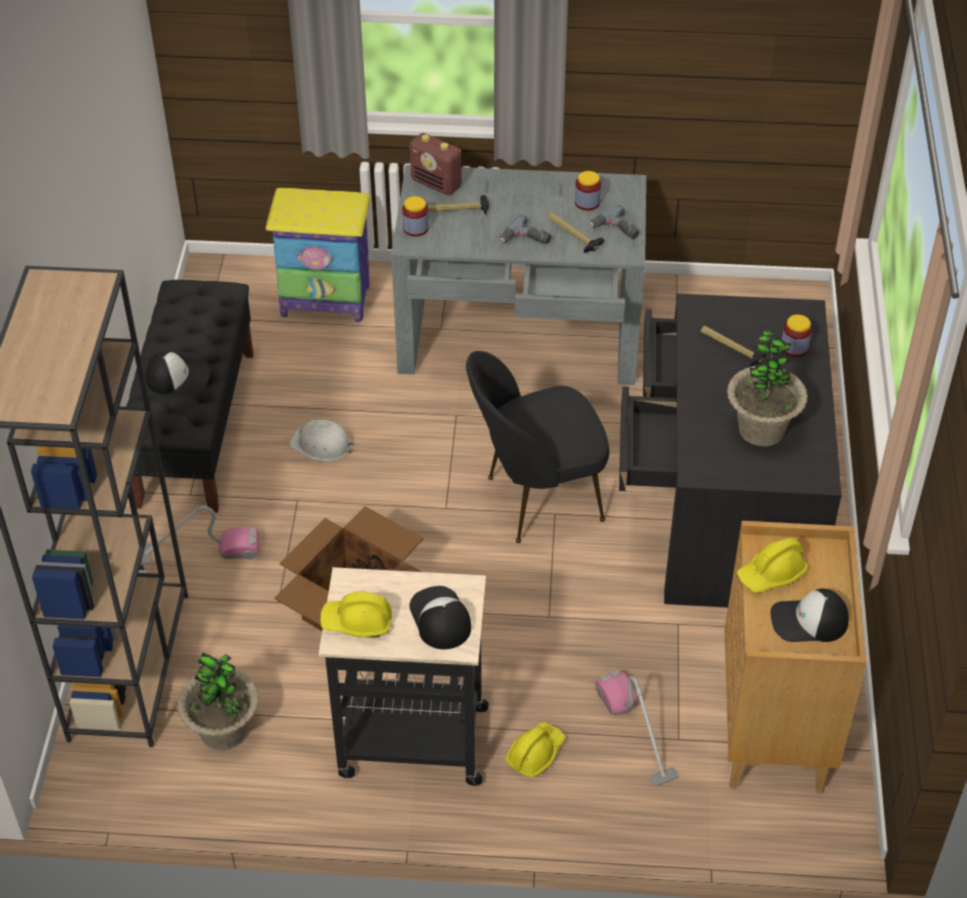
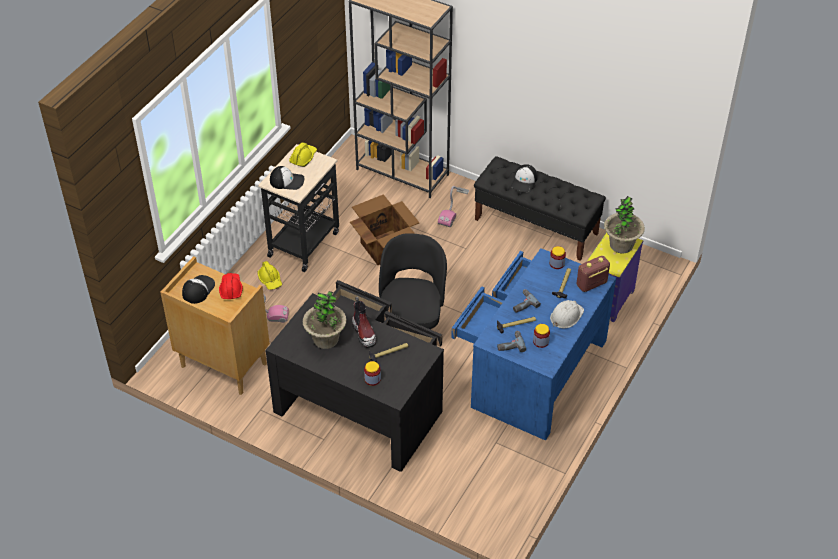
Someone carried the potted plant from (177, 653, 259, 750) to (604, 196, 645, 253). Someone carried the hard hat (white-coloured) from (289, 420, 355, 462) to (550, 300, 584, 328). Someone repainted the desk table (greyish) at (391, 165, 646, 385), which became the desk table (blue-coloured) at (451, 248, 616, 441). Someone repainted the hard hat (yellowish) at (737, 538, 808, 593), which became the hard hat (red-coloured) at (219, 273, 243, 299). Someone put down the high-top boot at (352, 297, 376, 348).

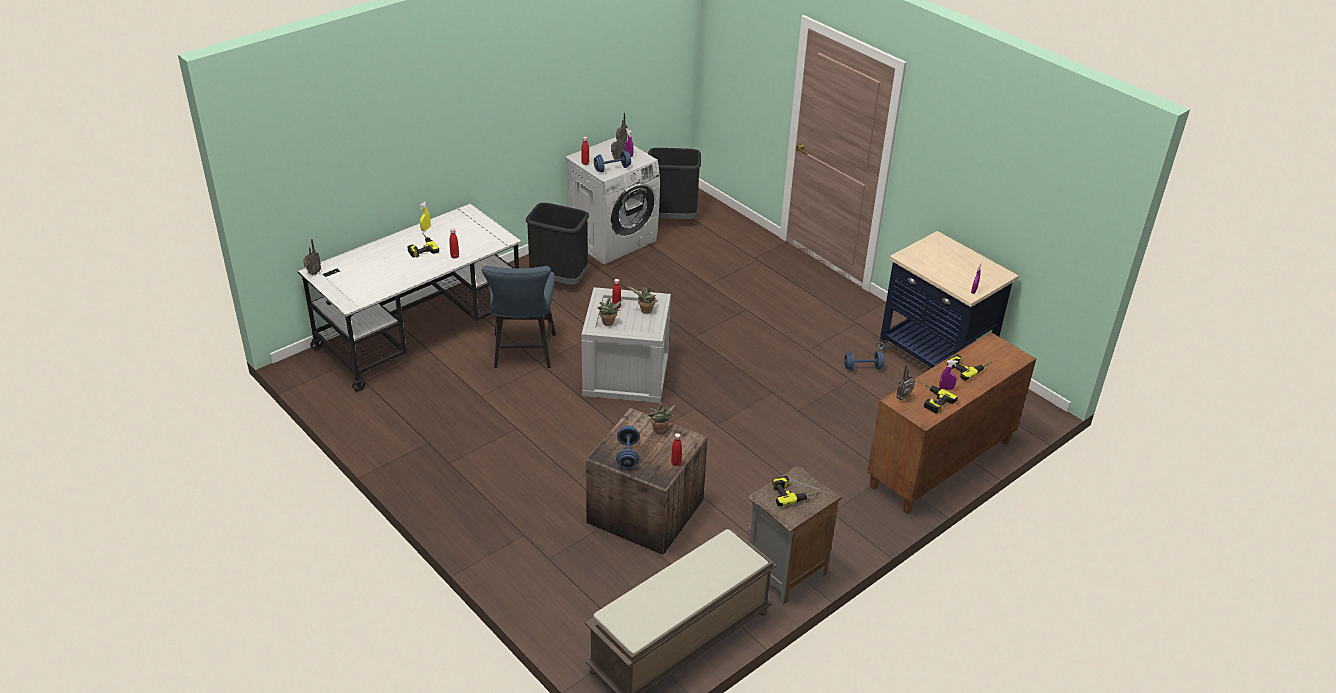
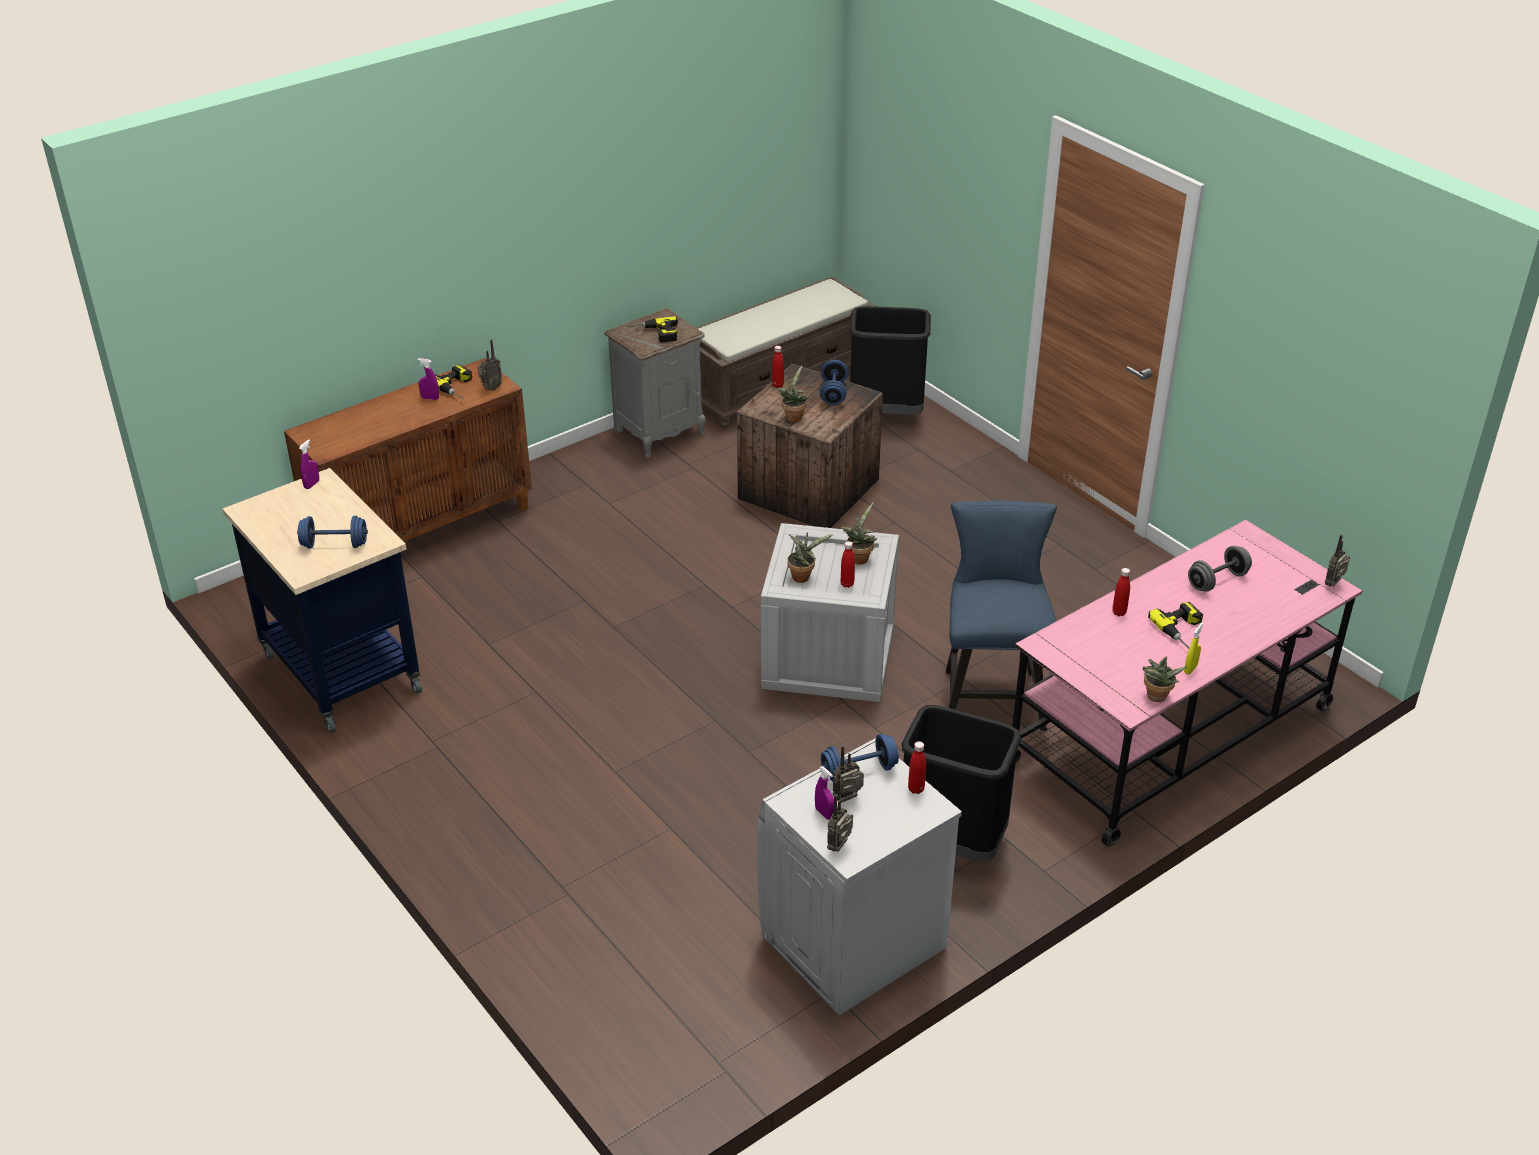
Someone repainted the desk table (white-coloured) at (298, 204, 521, 392), which became the desk table (pinkish) at (1012, 520, 1363, 847). Someone carried the trash can (black) from (648, 148, 701, 219) to (849, 306, 931, 414). Someone carried the dumbbell (blue-coloured) from (844, 351, 885, 371) to (297, 516, 368, 549). Someone took away the power drill at (947, 354, 992, 381). Someone put down the potted plant at (1143, 656, 1187, 702). Someone put down the dumbbell (greyish) at (1188, 546, 1252, 592).

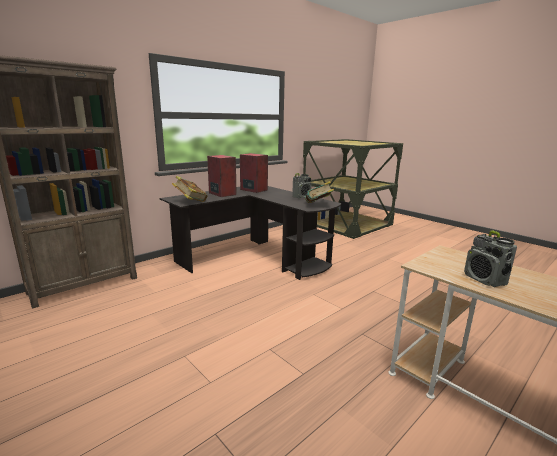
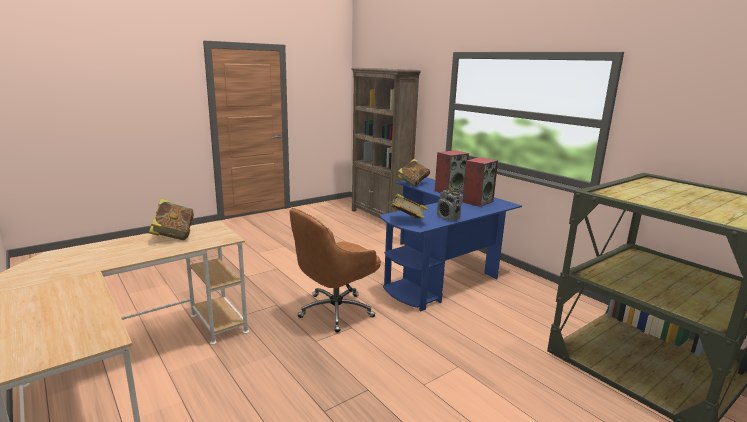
Someone repainted the desk table (black) at (160, 186, 342, 280), which became the desk table (blue-coloured) at (380, 177, 522, 311). Someone swapped the radio set at (464, 230, 517, 287) for the bound book at (149, 199, 194, 240). Someone put down the computer chair (brown) at (290, 208, 381, 333).

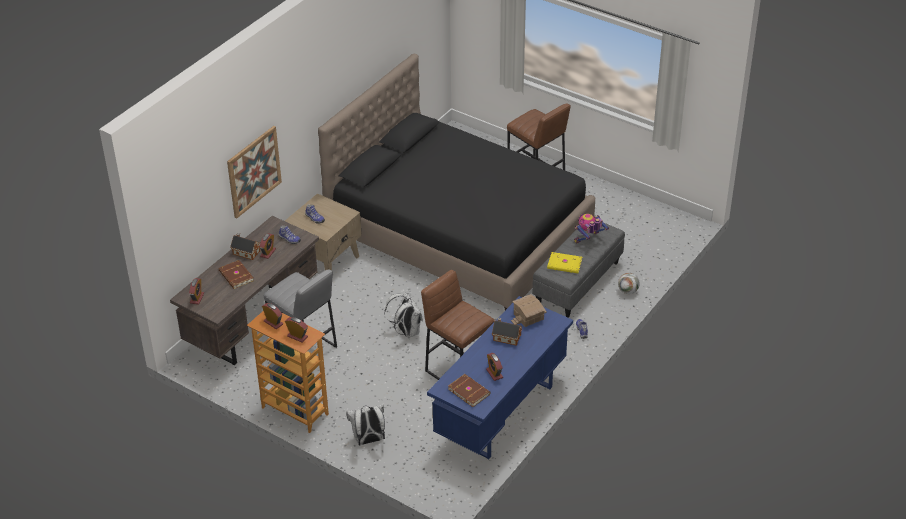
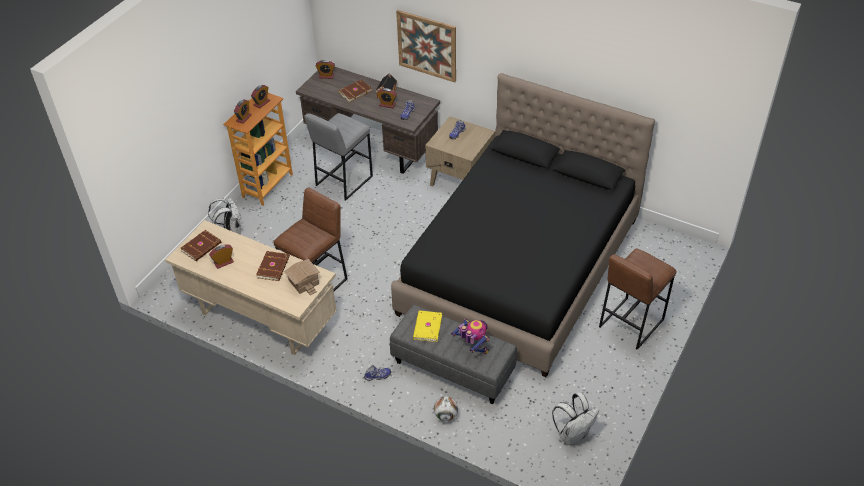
Someone carried the rucksack (white-coloured) from (384, 292, 423, 338) to (552, 392, 599, 445). Someone repainted the desk table (blue-coloured) at (427, 296, 573, 459), which became the desk table (sand-coloured) at (165, 220, 337, 355). Someone swapped the miniature house at (492, 318, 522, 346) for the bound book (brown) at (256, 251, 290, 281).

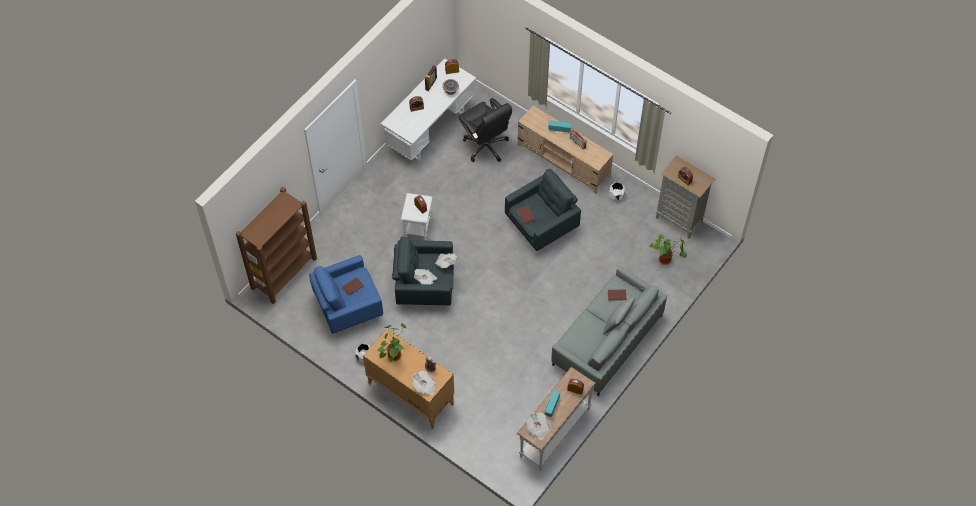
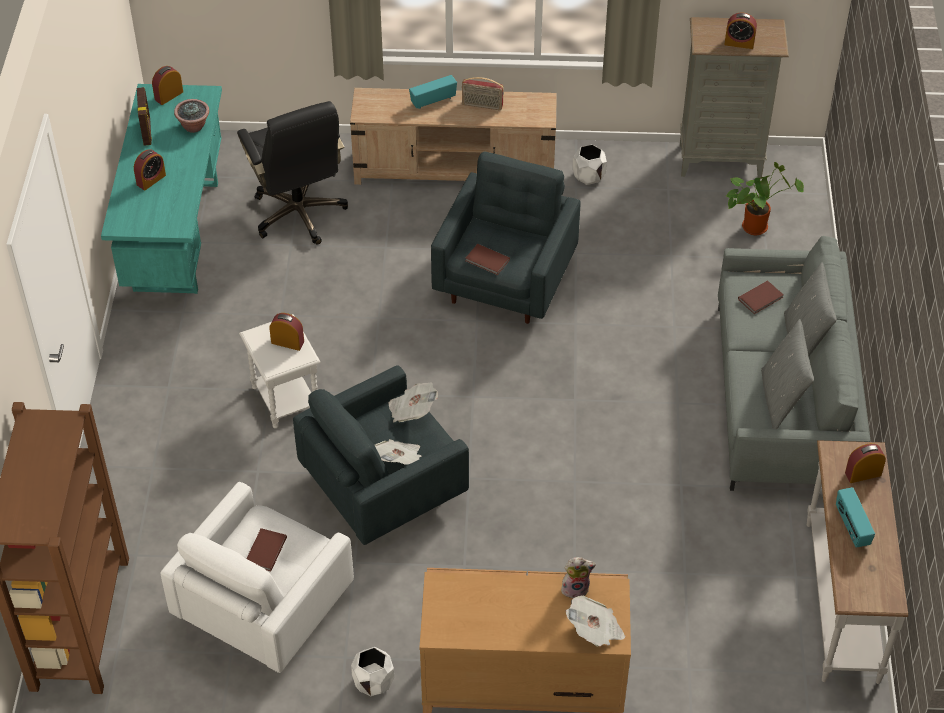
Someone repainted the easy chair (blue-coloured) at (309, 255, 383, 334), which became the easy chair (white-coloured) at (161, 482, 354, 673). Someone took away the potted plant at (377, 323, 406, 363). Someone repainted the desk table (white-coloured) at (381, 58, 476, 161), which became the desk table (turquoise-coloured) at (101, 84, 222, 294). Someone rotated the computer chair (black) at (459, 98, 512, 162) by 45 degrees clockwise. Someone took away the newspaper at (527, 412, 550, 440). Someone put down the pillow (greyish) at (761, 319, 814, 429).

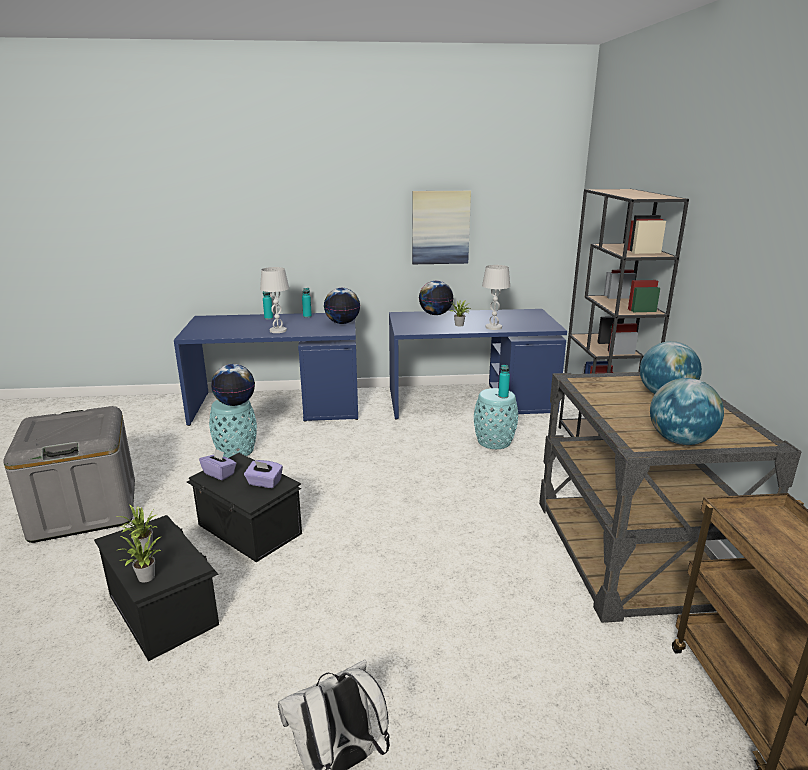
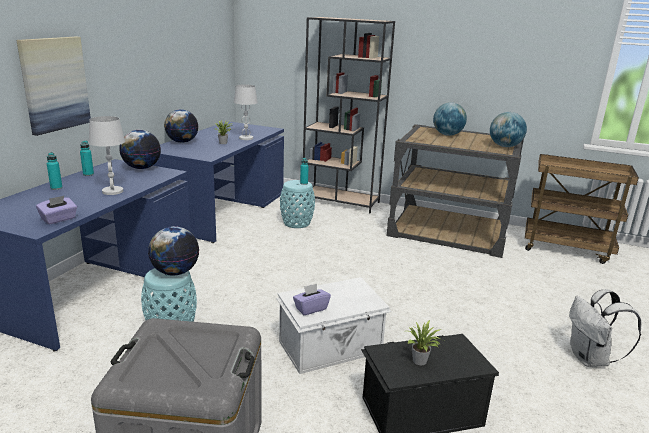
Someone took away the potted plant at (118, 533, 162, 582). Someone repainted the storage container (black) at (187, 453, 302, 562), which became the storage container (white-coloured) at (276, 277, 392, 374). Someone carried the box of tissues (purple) from (244, 460, 283, 488) to (36, 196, 77, 225). Someone carried the wall picture from (412, 191, 471, 264) to (17, 37, 91, 136).

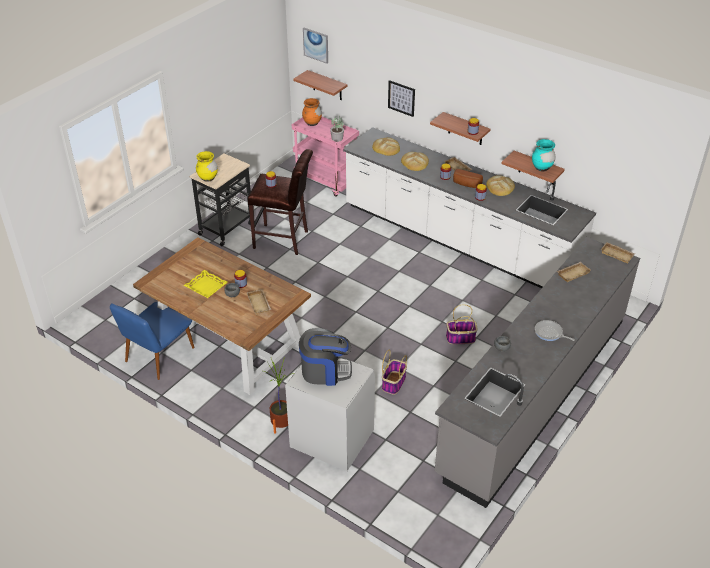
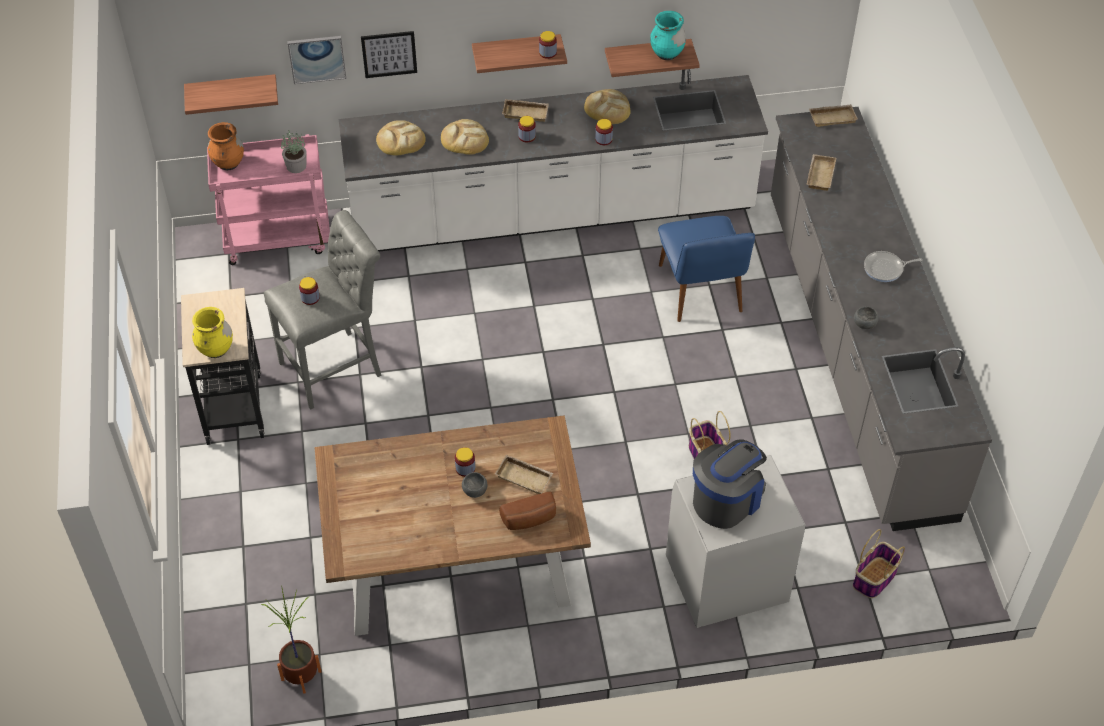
Someone carried the chair (blue-coloured) from (110, 302, 195, 380) to (658, 216, 755, 322). Someone took away the tray (yellowish) at (184, 270, 228, 298). Someone repainted the stool seat (brown) at (248, 149, 313, 255), which became the stool seat (greyish) at (264, 210, 382, 410). Someone carried the potted plant from (263, 359, 293, 434) to (261, 589, 322, 694). Someone carried the wall picture from (303, 28, 328, 64) to (287, 36, 346, 84). Someone carried the household basket from (446, 304, 478, 344) to (853, 529, 905, 598). Someone carried the baked bread from (453, 169, 483, 188) to (499, 492, 556, 530).

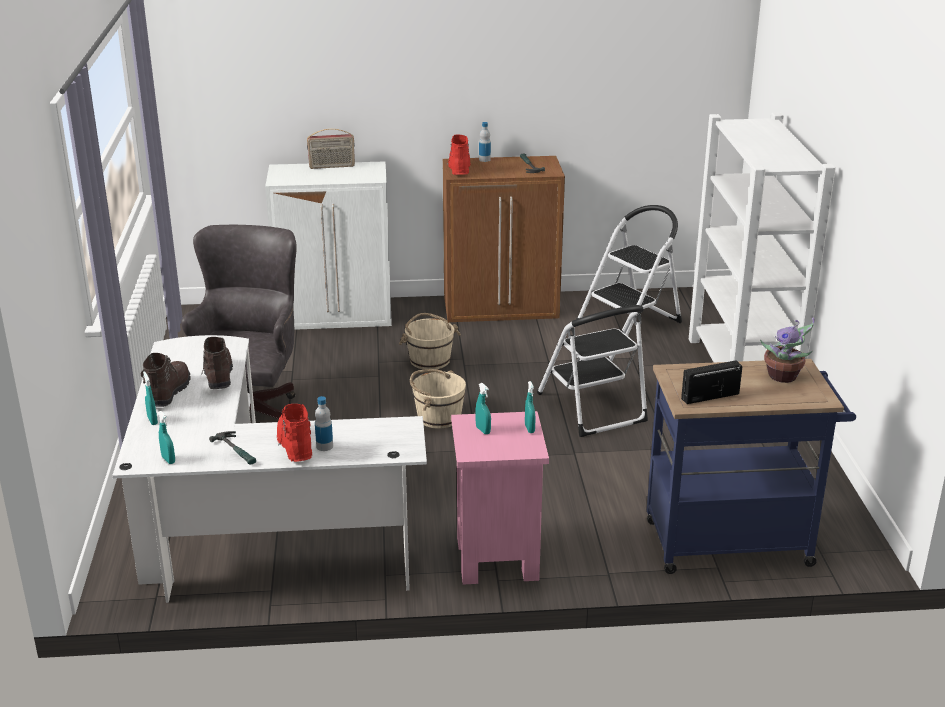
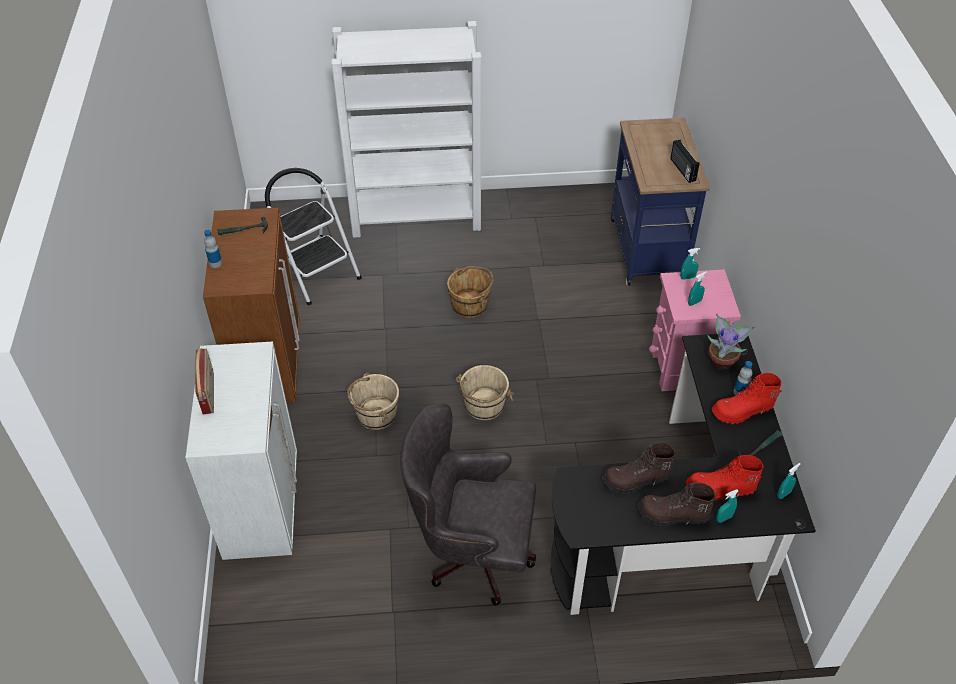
Someone repainted the desk table (white-coloured) at (112, 335, 427, 603), which became the desk table (black) at (551, 334, 816, 615). Someone carried the high-top boot (red-coloured) from (447, 135, 471, 175) to (686, 455, 764, 501). Someone swapped the step ladder at (537, 305, 648, 437) for the pail (brown) at (447, 266, 494, 318). Someone carried the potted plant from (760, 318, 815, 383) to (707, 313, 755, 370).

